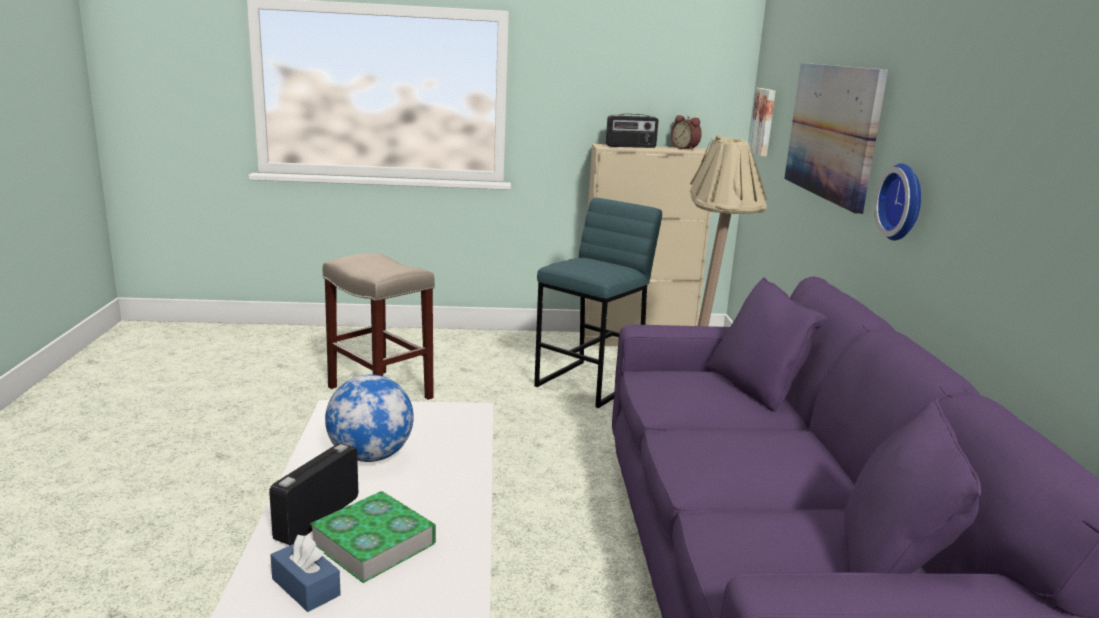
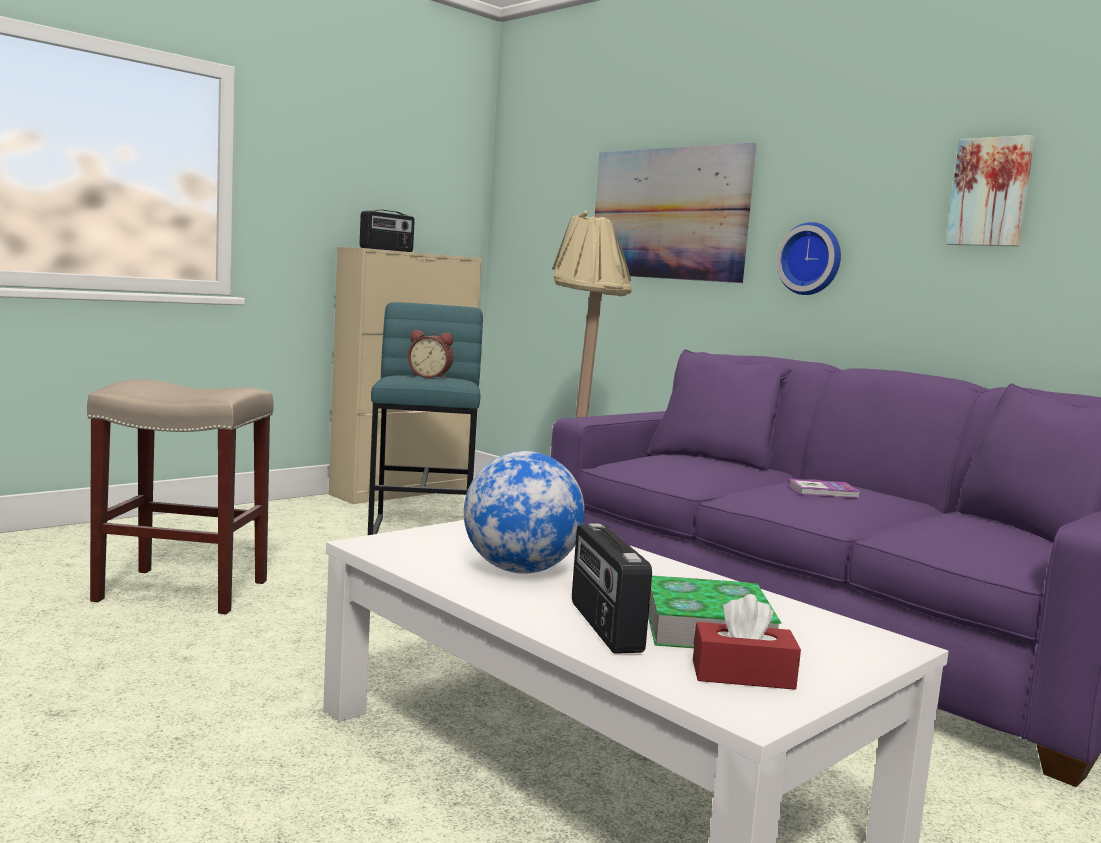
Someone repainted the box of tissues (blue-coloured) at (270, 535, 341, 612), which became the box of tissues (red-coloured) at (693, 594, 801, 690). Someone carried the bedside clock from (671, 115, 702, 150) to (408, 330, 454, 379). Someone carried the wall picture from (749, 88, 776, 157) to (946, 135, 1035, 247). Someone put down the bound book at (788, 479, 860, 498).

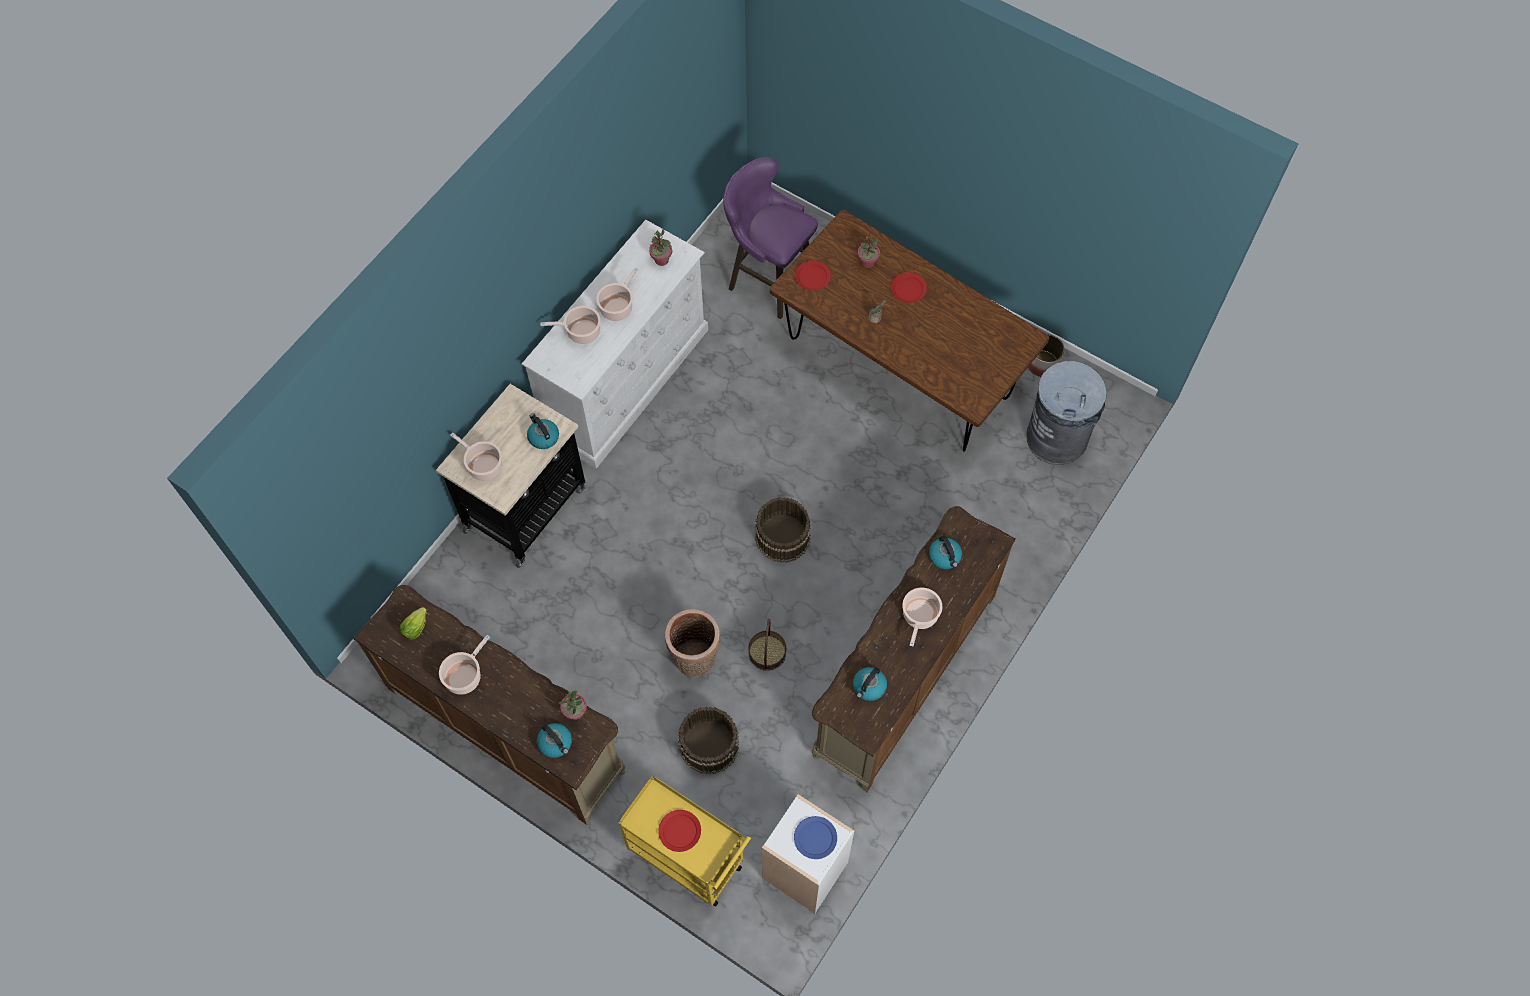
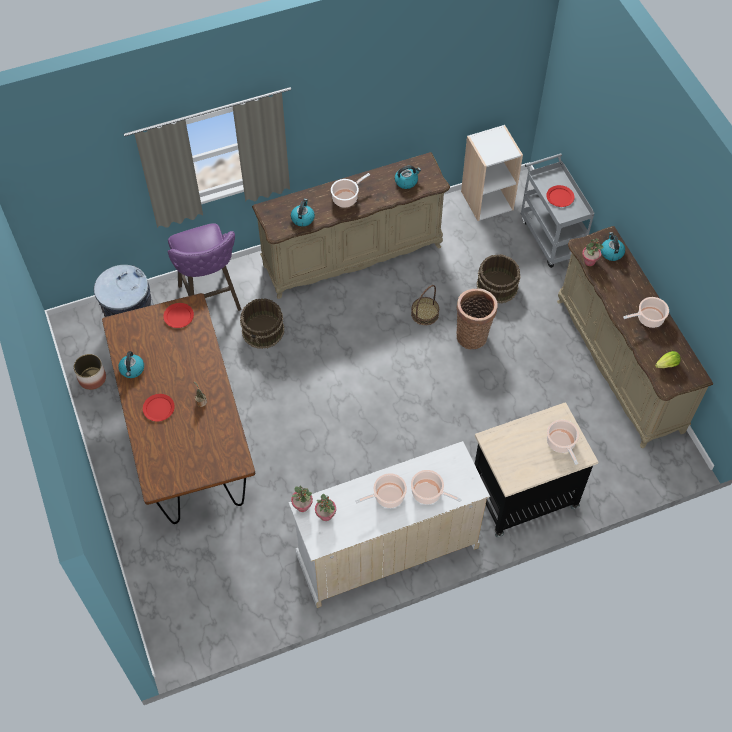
Someone carried the tea kettle from (527, 413, 559, 449) to (118, 351, 144, 378). Someone repainted the cart (yellowish) at (619, 776, 751, 906), which became the cart (greyish) at (521, 153, 594, 268). Someone carried the stool seat (purple) from (723, 157, 818, 319) to (168, 223, 242, 311). Someone carried the pail (brown) from (755, 497, 811, 563) to (240, 298, 284, 349). Someone took away the plate (blue-coloured) at (794, 816, 837, 859). Someone carried the plate (red-coloured) from (795, 260, 831, 291) to (163, 303, 194, 328). Someone carried the potted plant from (858, 231, 880, 268) to (291, 486, 313, 512).

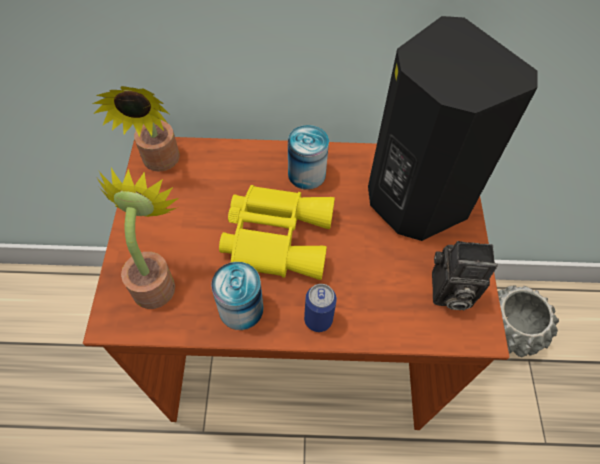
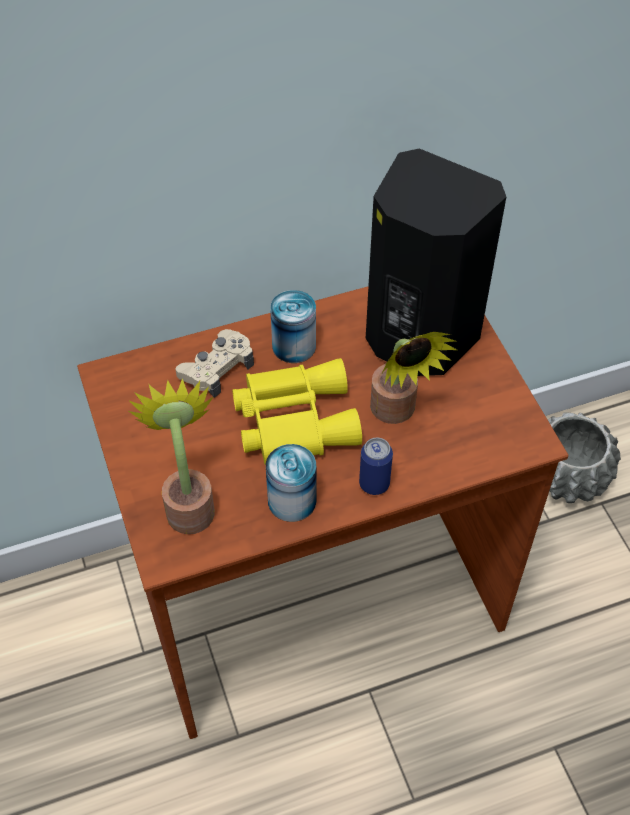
Someone carried the potted plant from (93, 86, 180, 172) to (370, 332, 457, 424). Someone took away the still camera at (432, 241, 498, 311). Someone put down the gamepad (sand-coloured) at (176, 329, 254, 398).

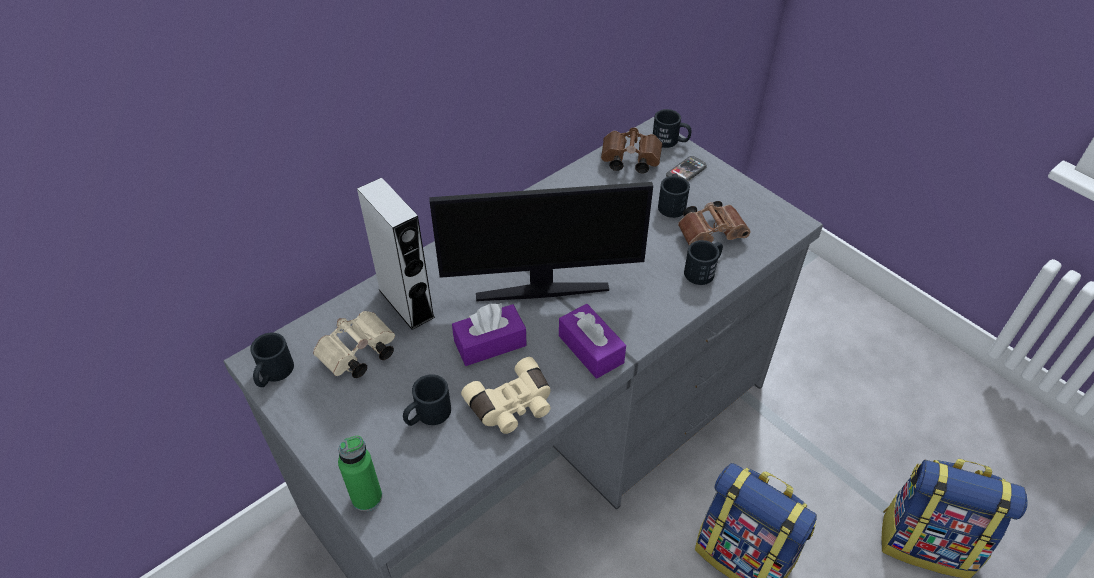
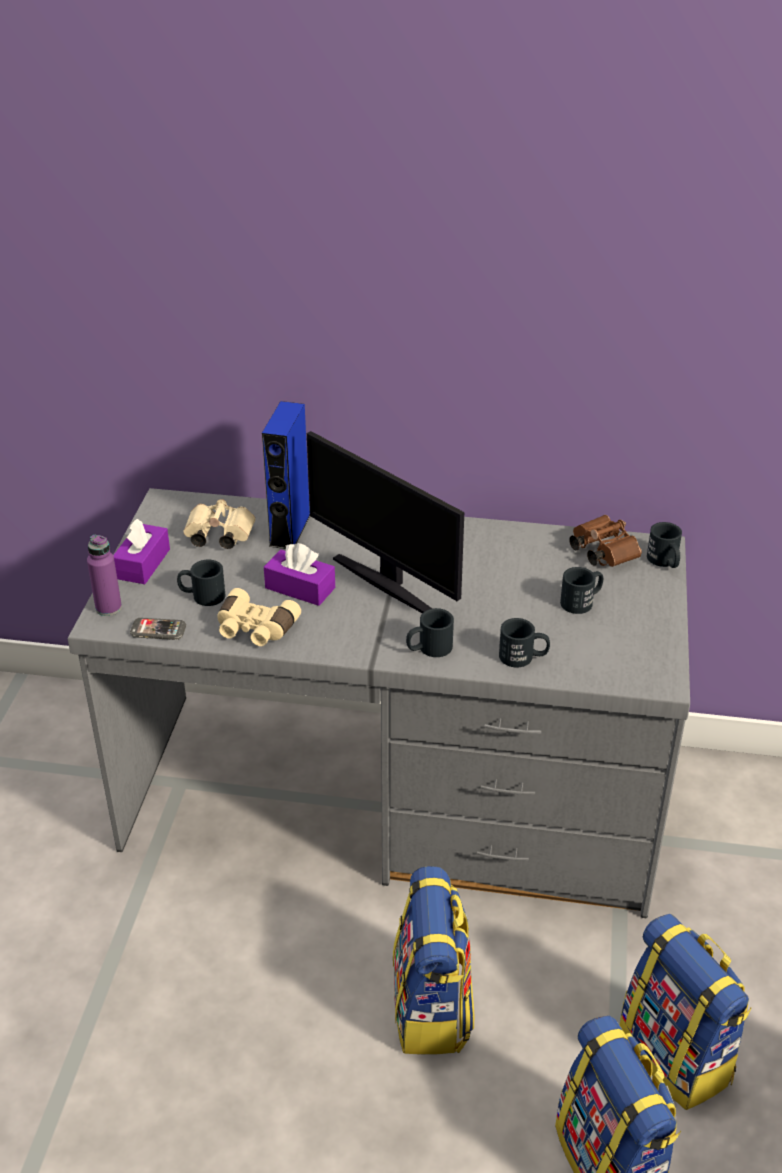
Someone carried the coffee mug (black) from (250, 333, 294, 387) to (406, 608, 454, 657). Someone repainted the beverage bottle (greenish) at (338, 436, 382, 511), which became the beverage bottle (purple) at (87, 535, 122, 616). Someone repainted the loudspeaker (greyish) at (357, 177, 435, 330), which became the loudspeaker (blue-coloured) at (262, 401, 310, 549). Someone carried the box of tissues (purple) from (559, 304, 626, 379) to (113, 519, 170, 584). Someone carried the handset from (666, 156, 707, 181) to (130, 618, 186, 640). Someone took away the pair of binoculars (brown) at (678, 201, 751, 245). Someone put down the rucksack at (620, 914, 751, 1110).

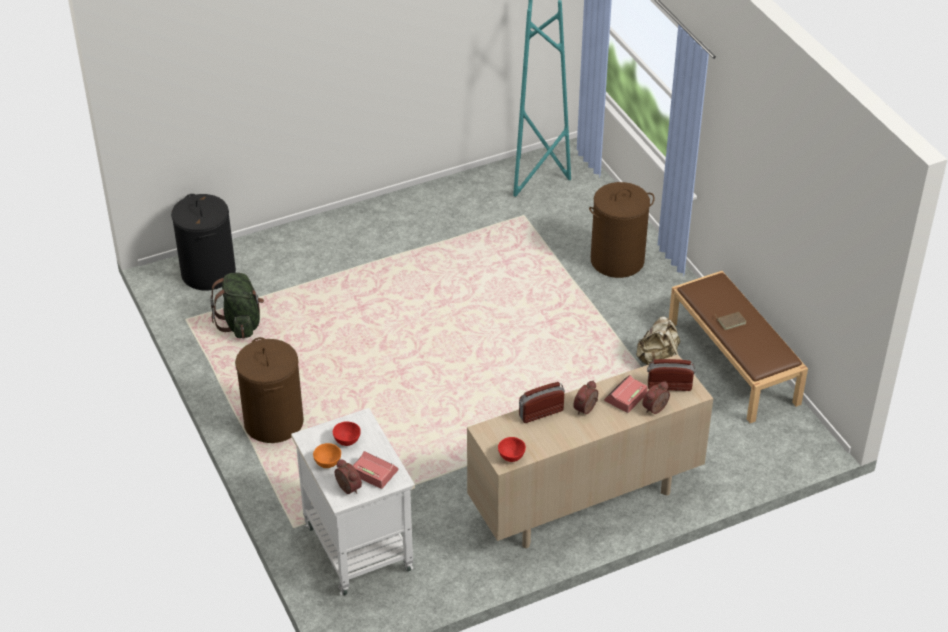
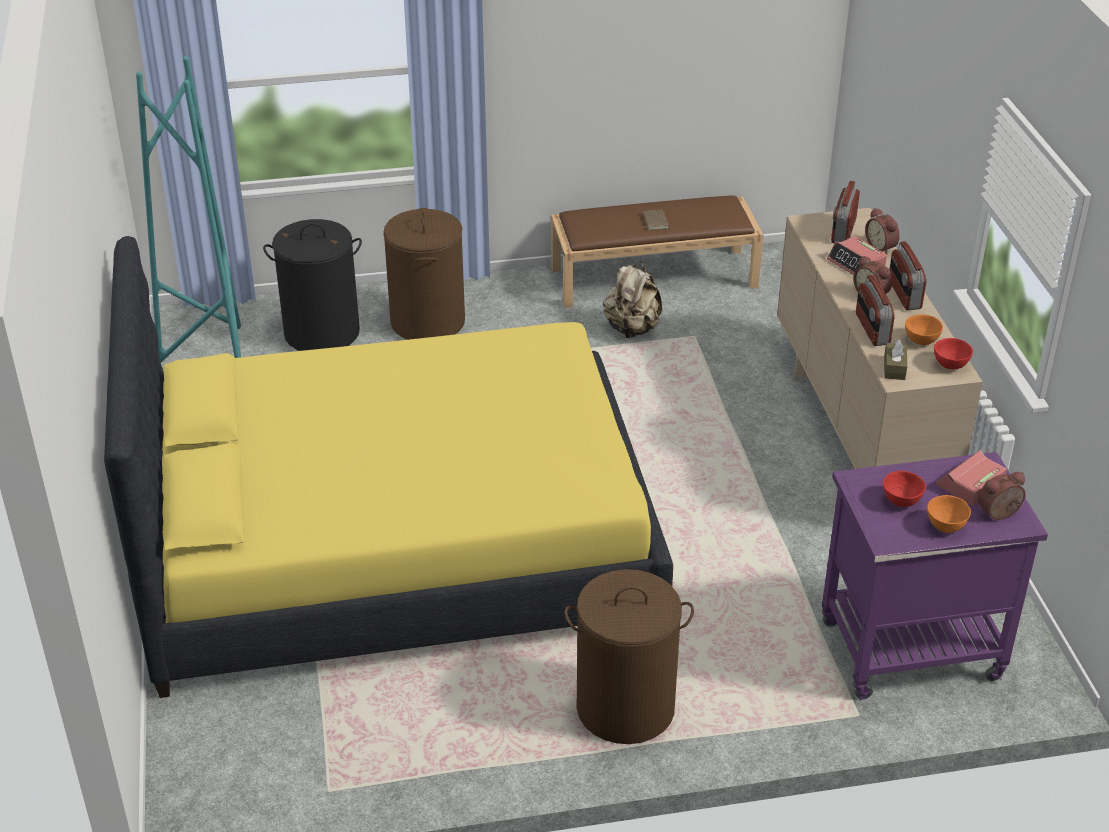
Someone carried the hamper (black) from (171, 194, 236, 290) to (263, 219, 362, 351). Someone took away the rucksack (greenish) at (210, 273, 264, 338). Someone repainted the cart (white-coloured) at (291, 408, 415, 595), which became the cart (purple) at (822, 452, 1048, 701). Someone put down the sleeping bed (yellowish) at (104, 236, 673, 698). Someone put down the box of tissues (brown) at (884, 340, 907, 380). Someone put down the radio set at (890, 241, 926, 310). Someone put down the deep dish (orange) at (905, 314, 943, 345).

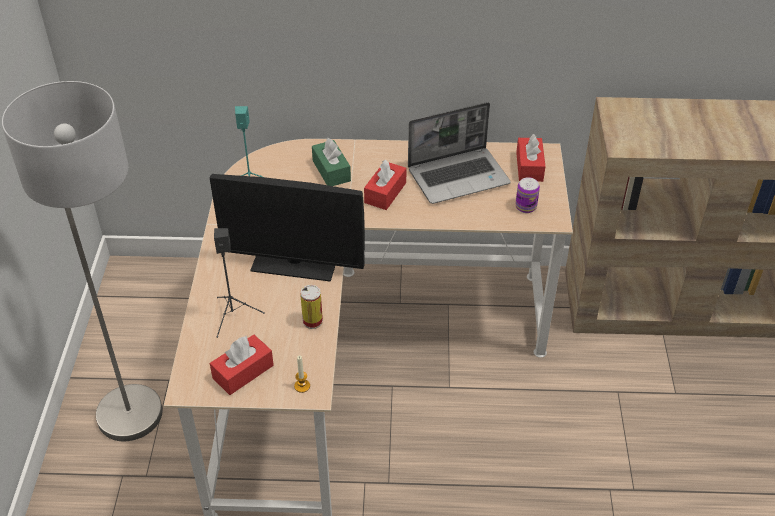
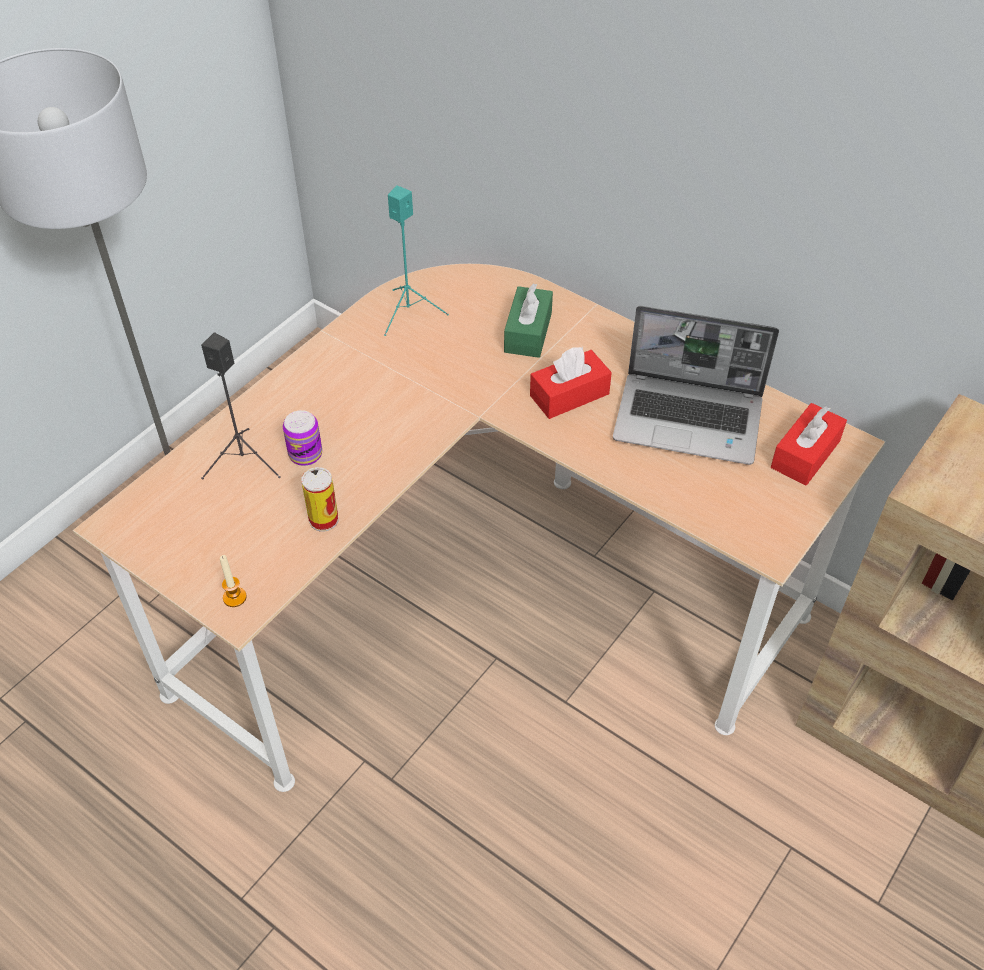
Someone took away the computer screen at (210, 174, 365, 282). Someone took away the box of tissues (red-coloured) at (210, 334, 274, 395). Someone carried the can from (516, 177, 540, 213) to (283, 410, 322, 466).

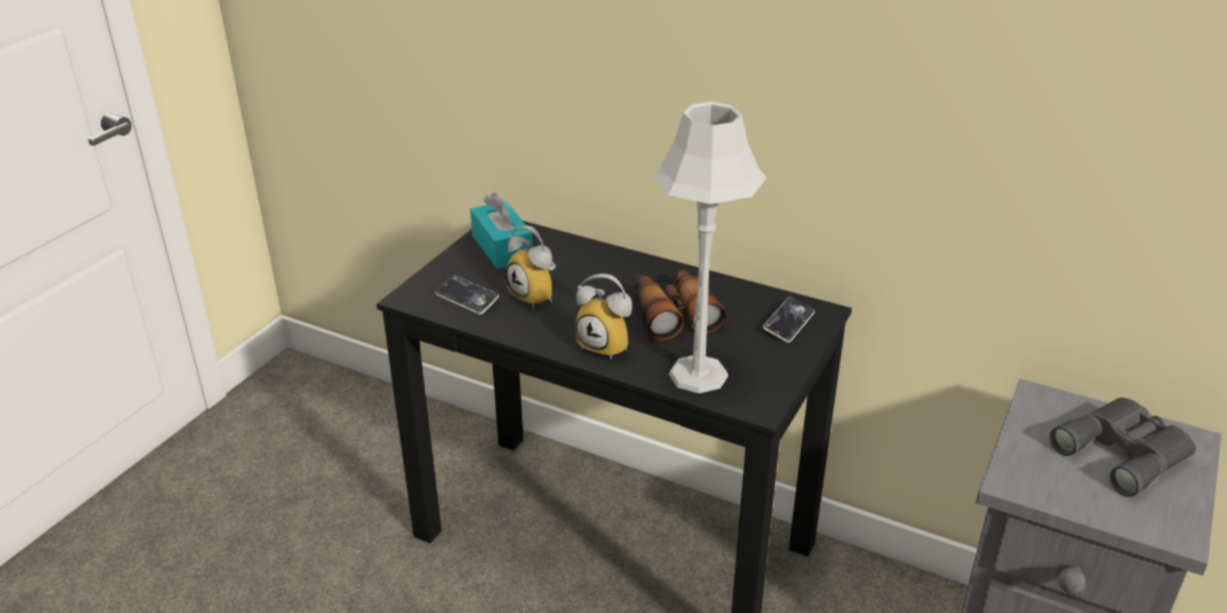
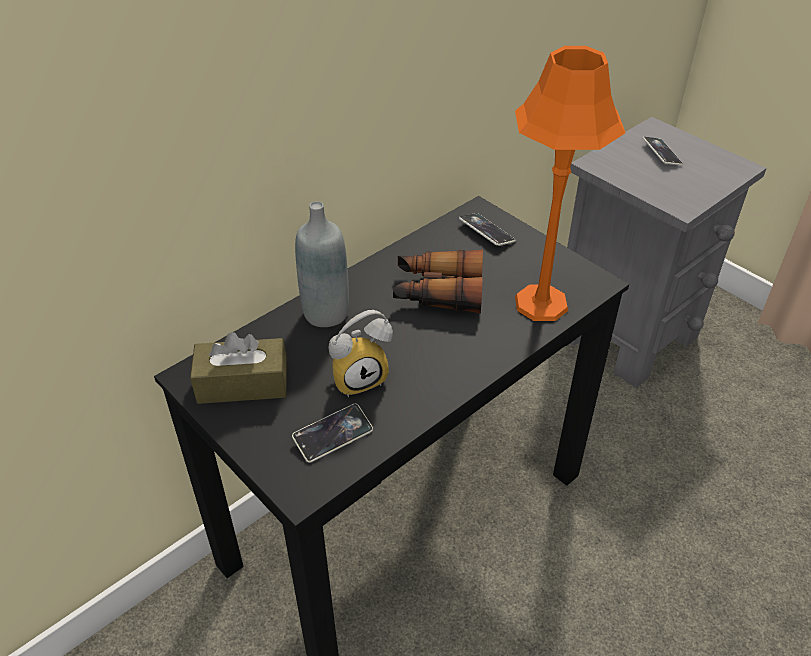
Someone repainted the box of tissues (turquoise-coloured) at (470, 192, 533, 269), which became the box of tissues (brown) at (190, 332, 287, 404). Someone took away the bedside clock at (575, 274, 632, 359). Someone repainted the tabletop lamp (greyish) at (651, 101, 766, 393), which became the tabletop lamp (orange) at (515, 46, 625, 321). Someone swapped the pair of binoculars (greyish) at (1050, 398, 1196, 497) for the handset at (643, 137, 683, 166). Someone put down the beverage bottle (greyish) at (295, 201, 349, 327).

